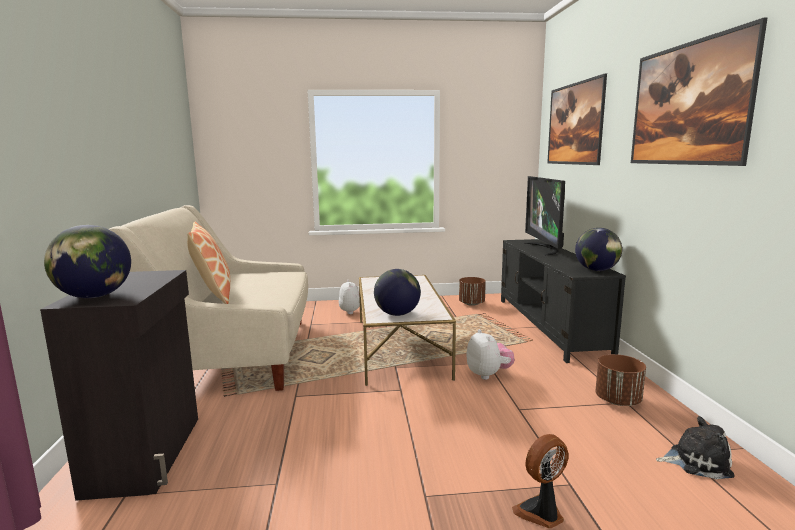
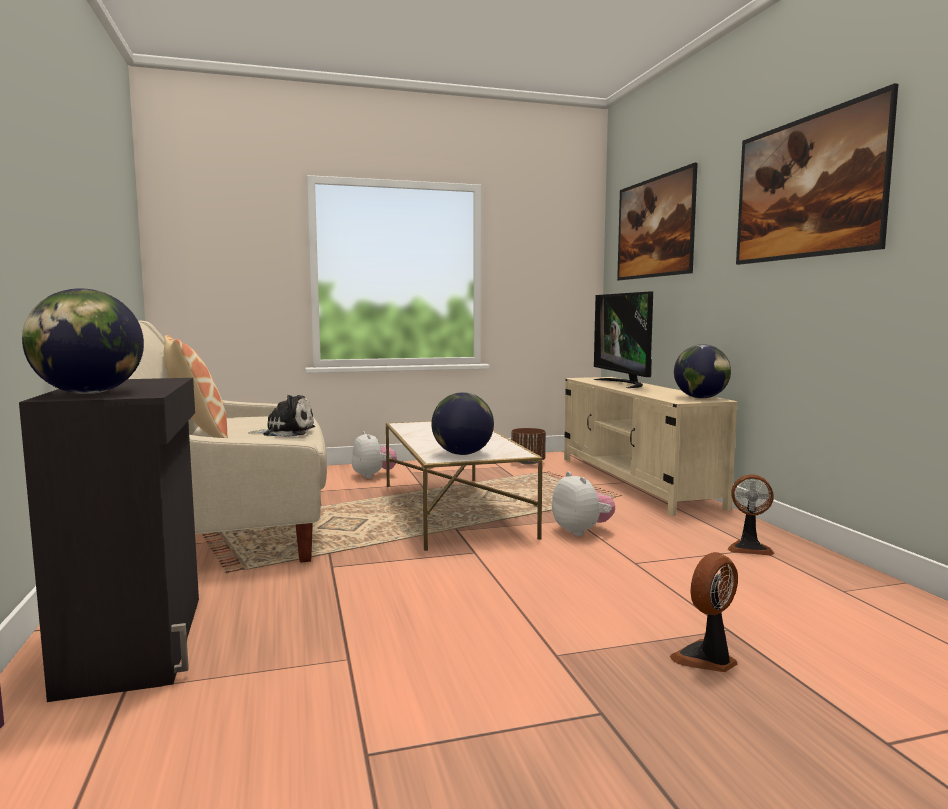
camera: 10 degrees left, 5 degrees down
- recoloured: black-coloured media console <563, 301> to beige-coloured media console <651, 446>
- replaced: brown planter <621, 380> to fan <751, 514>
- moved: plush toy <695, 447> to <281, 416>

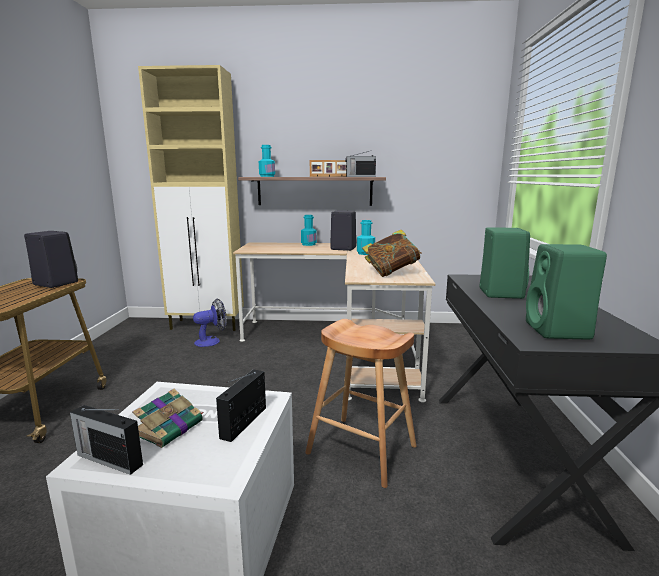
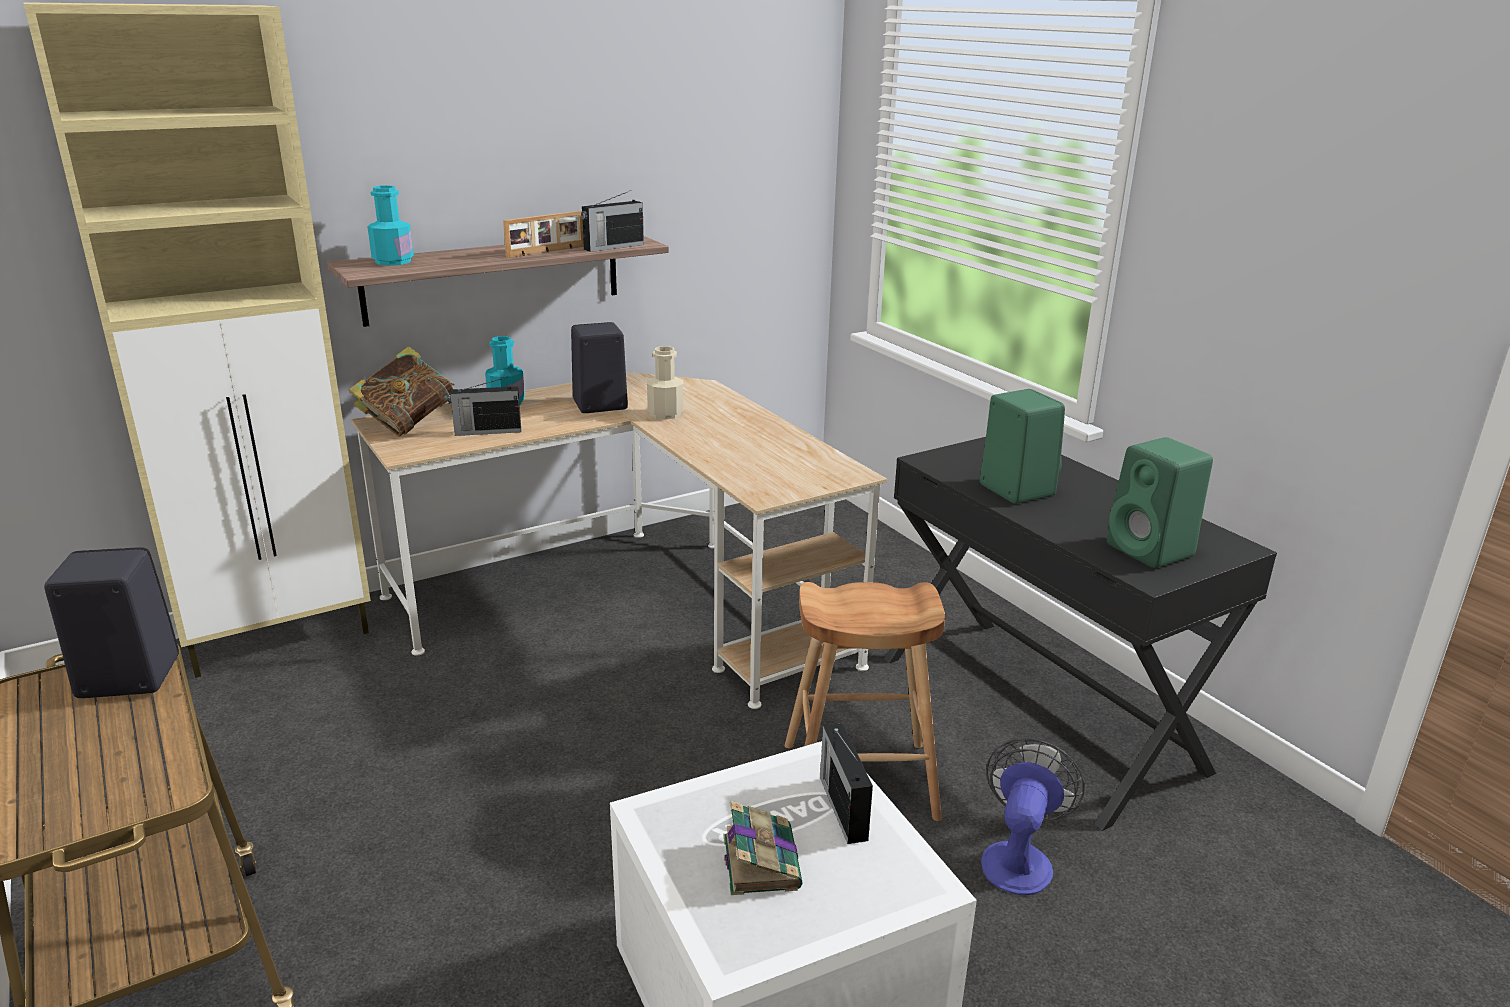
camera: 35 degrees left, 10 degrees up
- moved: radio <106, 440> to <484, 406>
- moved: fan <210, 323> to <1033, 816>
- recoloured: blue-green bottle <366, 237> to beige-coloured bottle <665, 382>
- moved: volume <392, 253> to <402, 391>

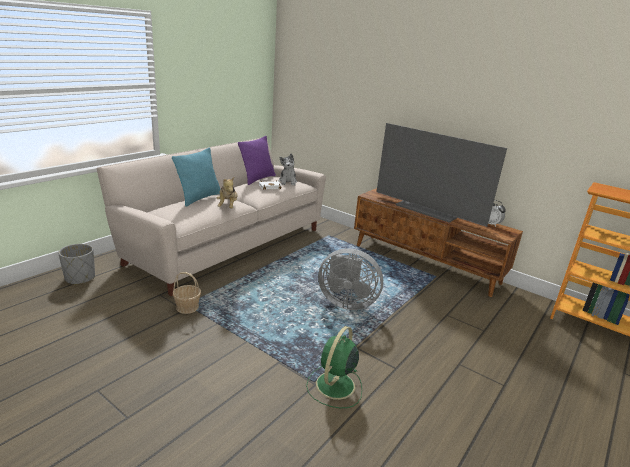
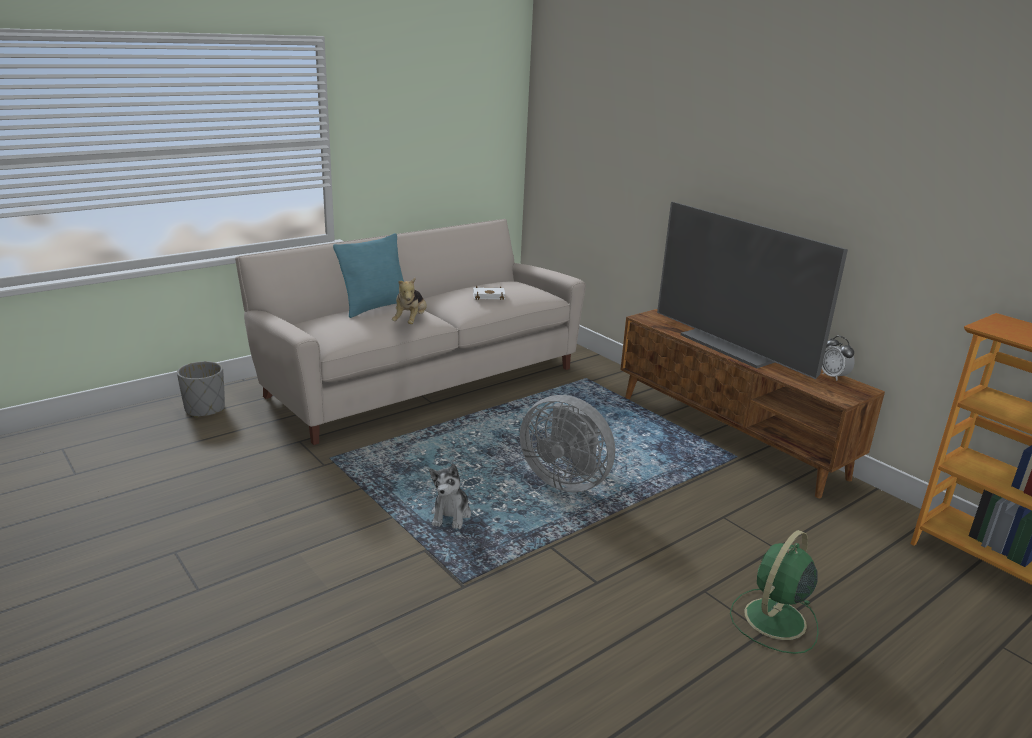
camera: 15 degrees right, 0 degrees up
- removed: household basket <187, 293>
- removed: purplish pillow <257, 160>
- moved: plush toy <287, 169> to <450, 496>
- moved: greenish fan <334, 367> to <774, 592>

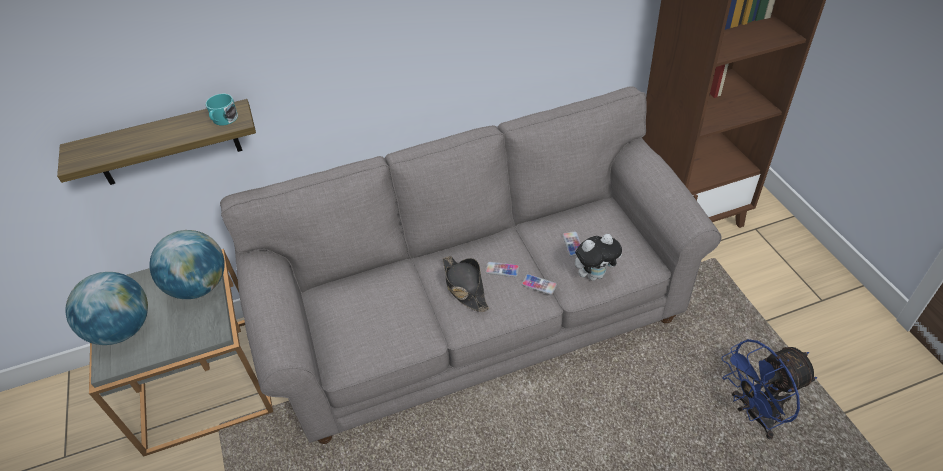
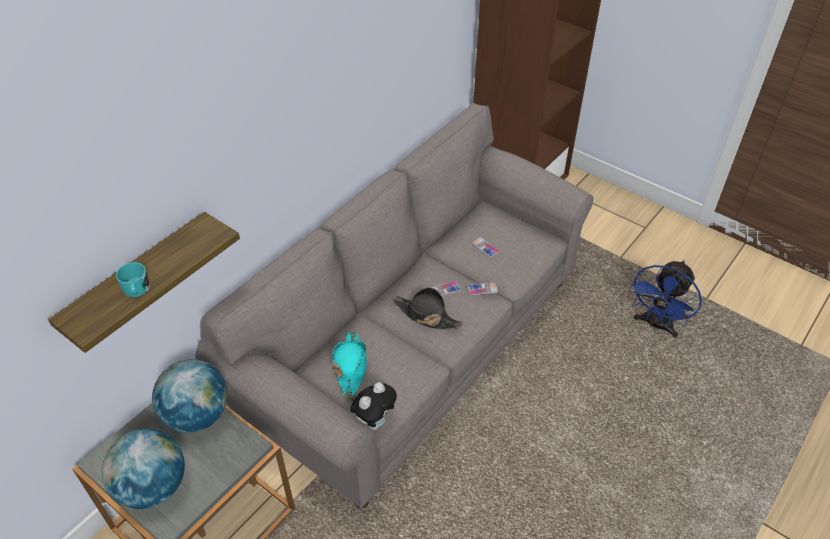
camera: 35 degrees left, 0 degrees up
- moved: blue-green coffee mug <222, 109> to <133, 279>
- moved: plush toy <598, 257> to <373, 406>
- added: blue-green clothing hat <349, 364>

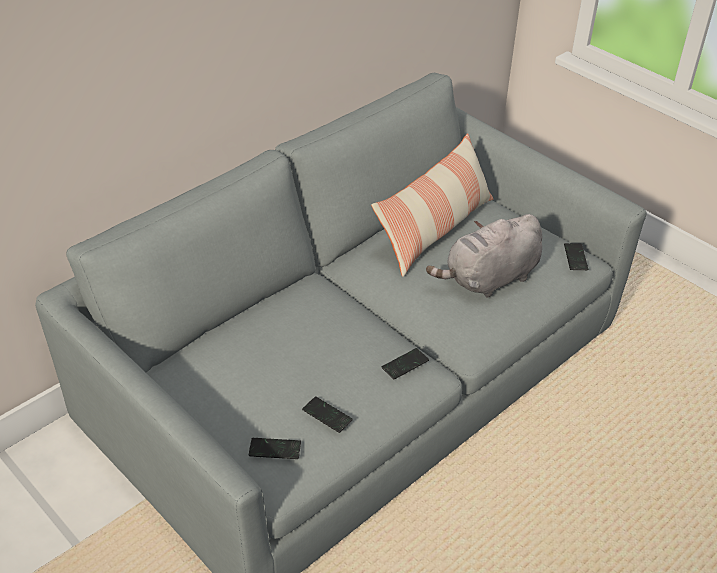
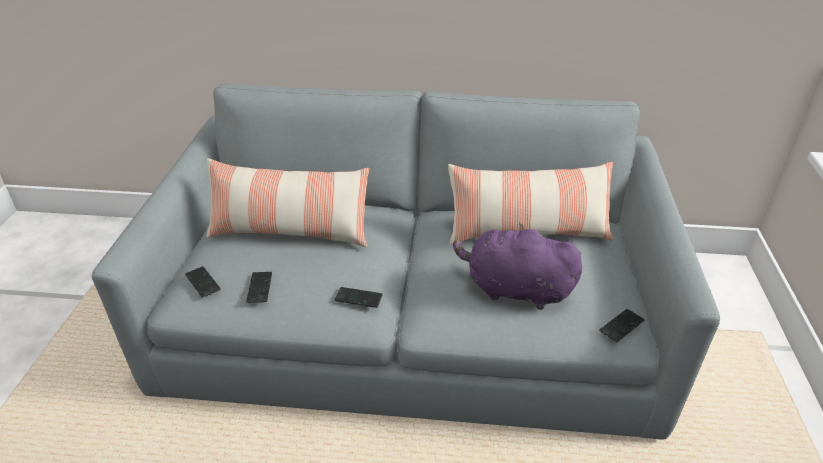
camera: 50 degrees right, 5 degrees down
- recoloured: gray plush toy <484, 256> to purplish plush toy <517, 266>
- added: pillow <287, 202>

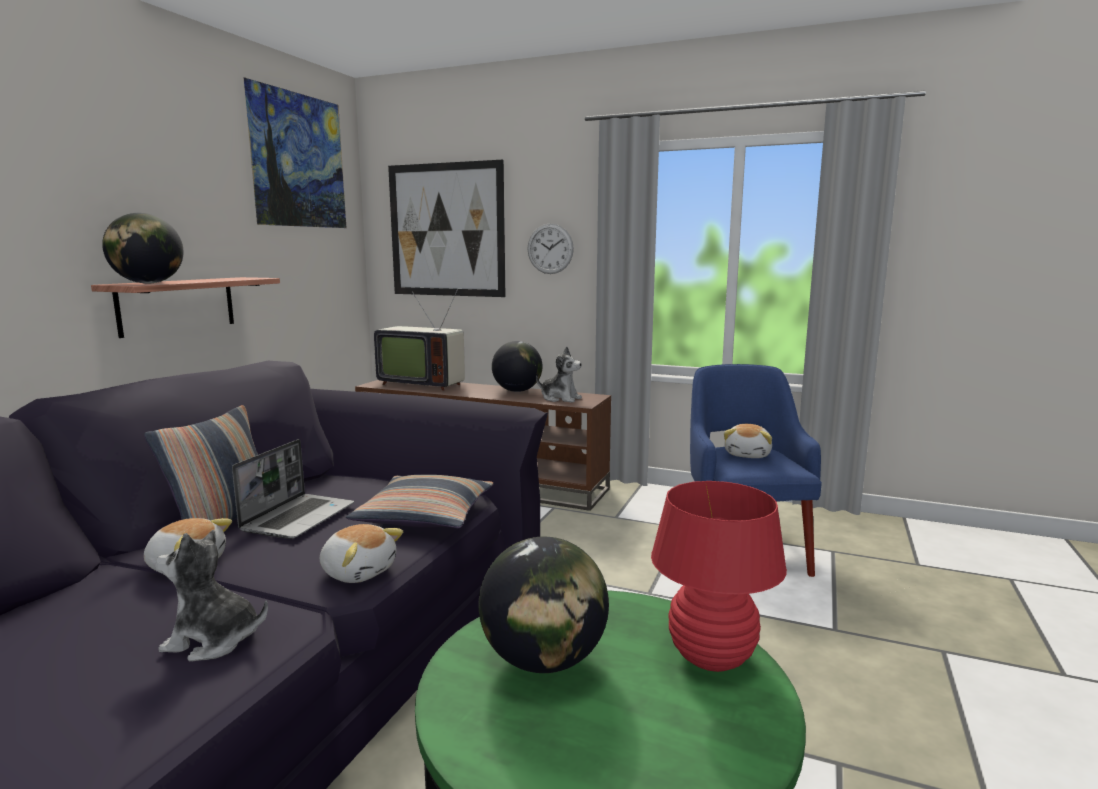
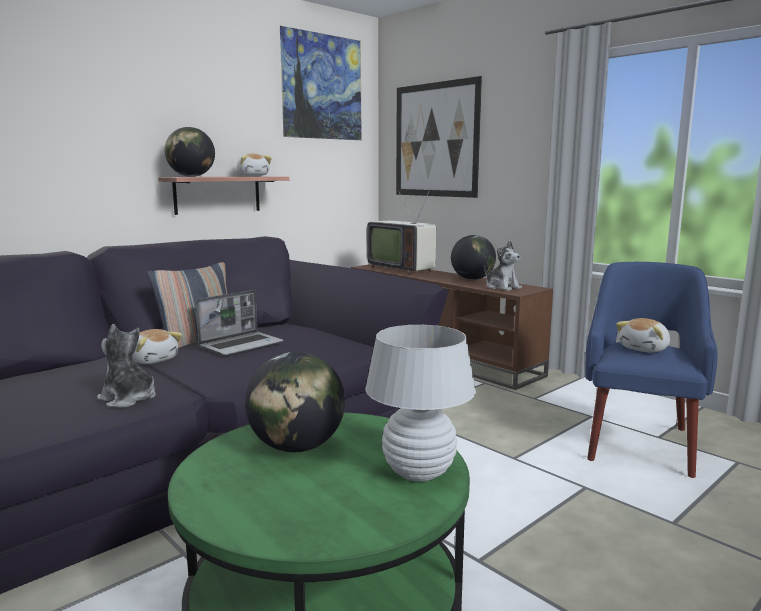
camera: 25 degrees right, 0 degrees up
- moved: plush toy <361, 553> to <254, 164>
- removed: pillow <420, 501>
- removed: clock on the wall <551, 248>
- recoloured: red tabletop lamp <719, 576> to white tabletop lamp <420, 403>

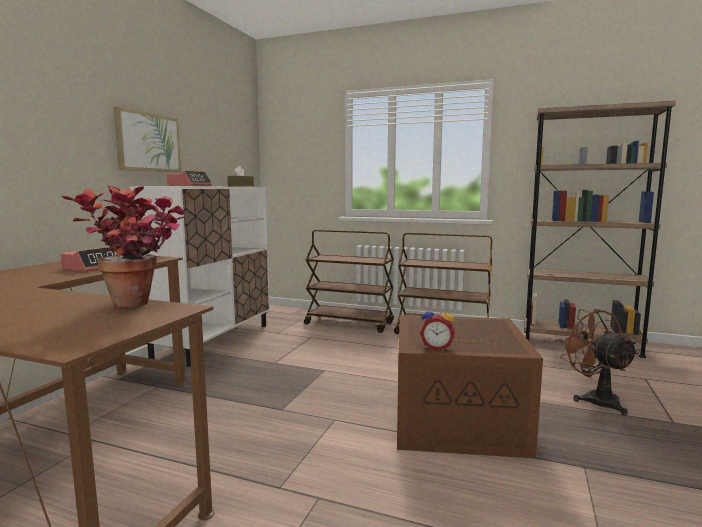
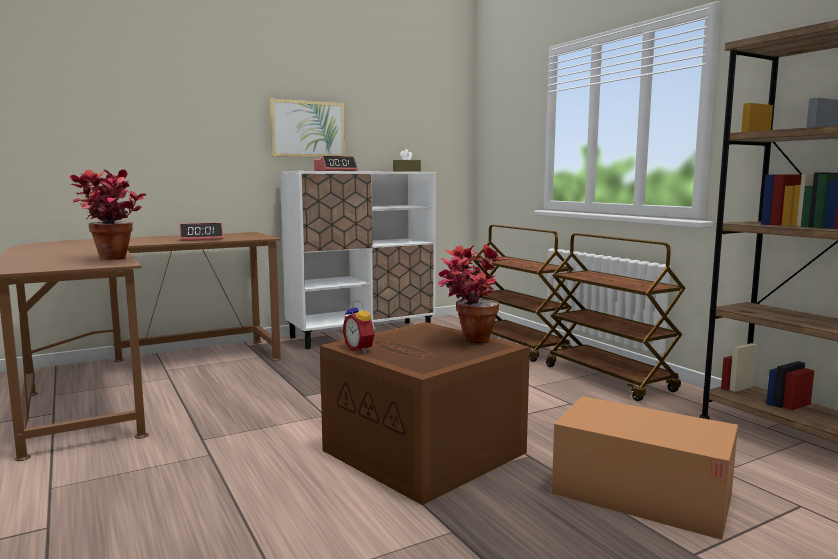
camera: 40 degrees right, 0 degrees up
- replaced: brown fan <598, 362> to cardboard box <645, 468>
- added: potted plant <472, 294>

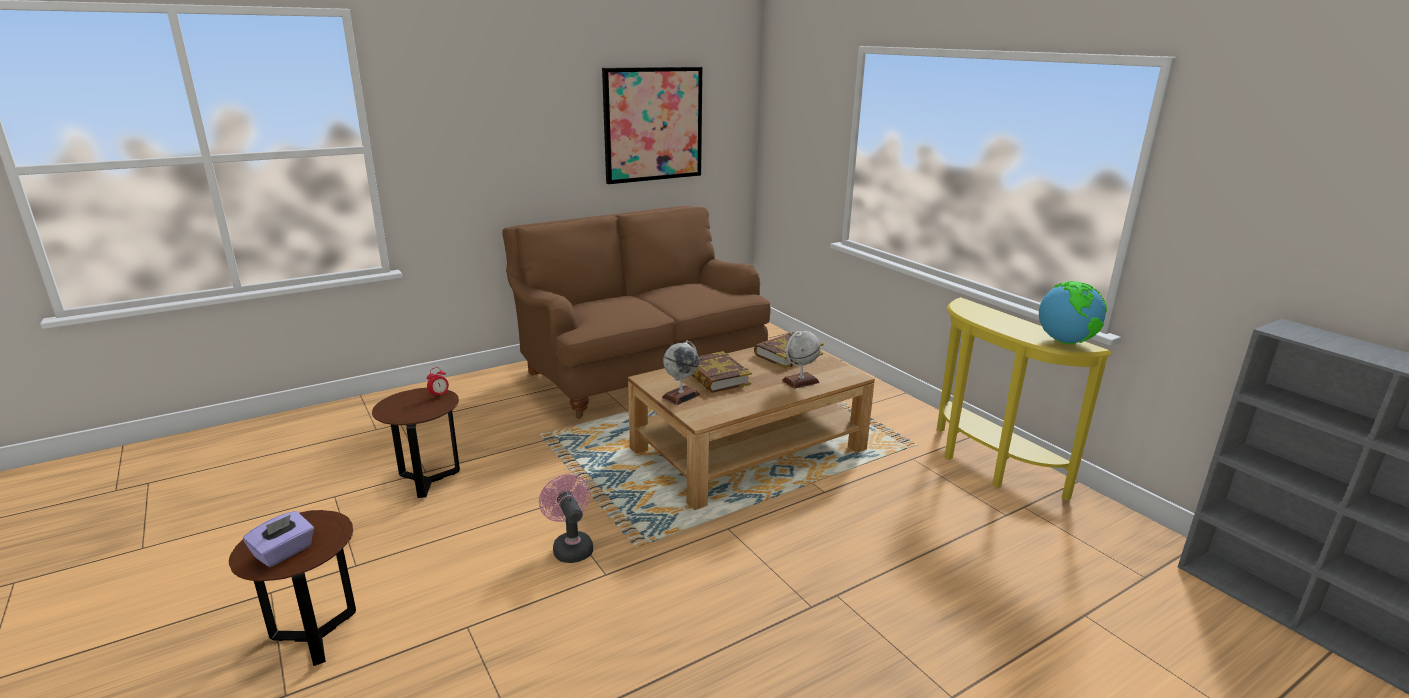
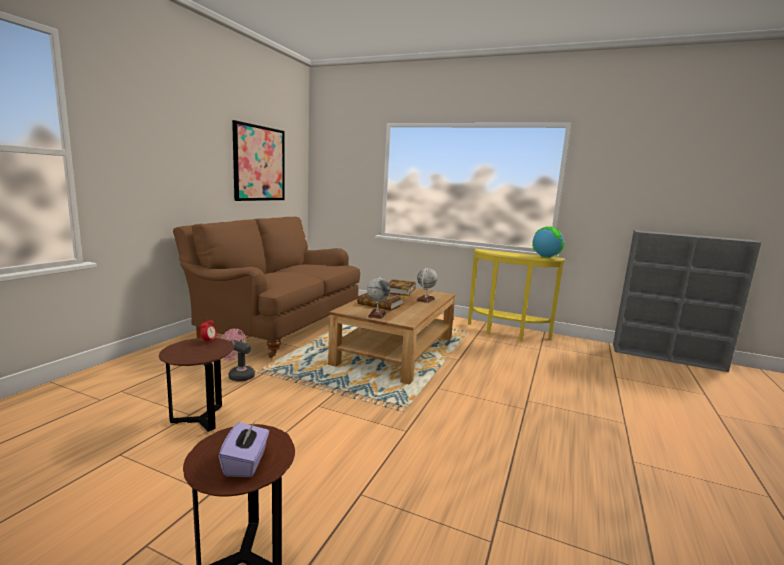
camera: 35 degrees left, 10 degrees down
- moved: pink fan <566, 518> to <238, 355>

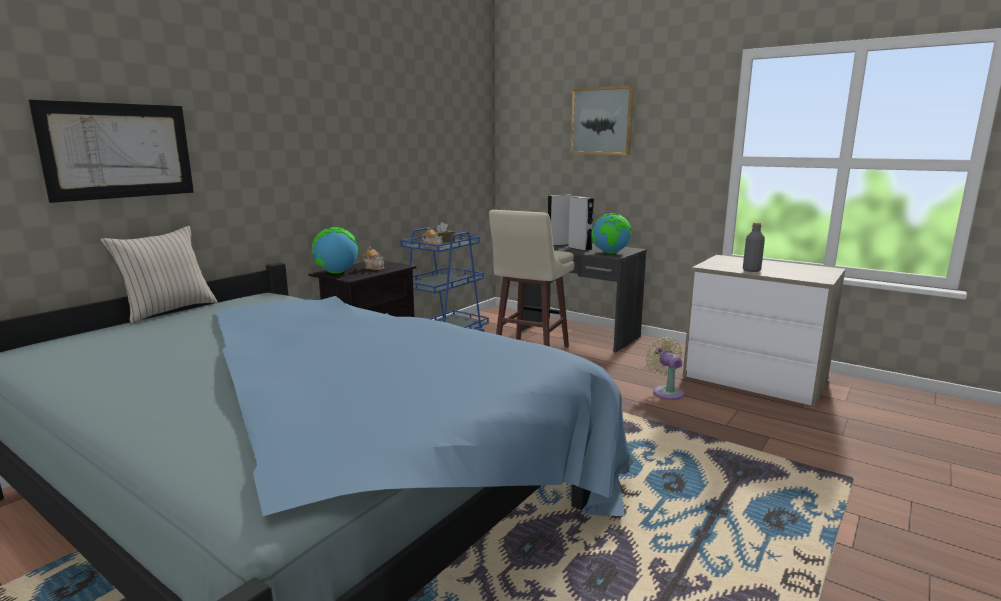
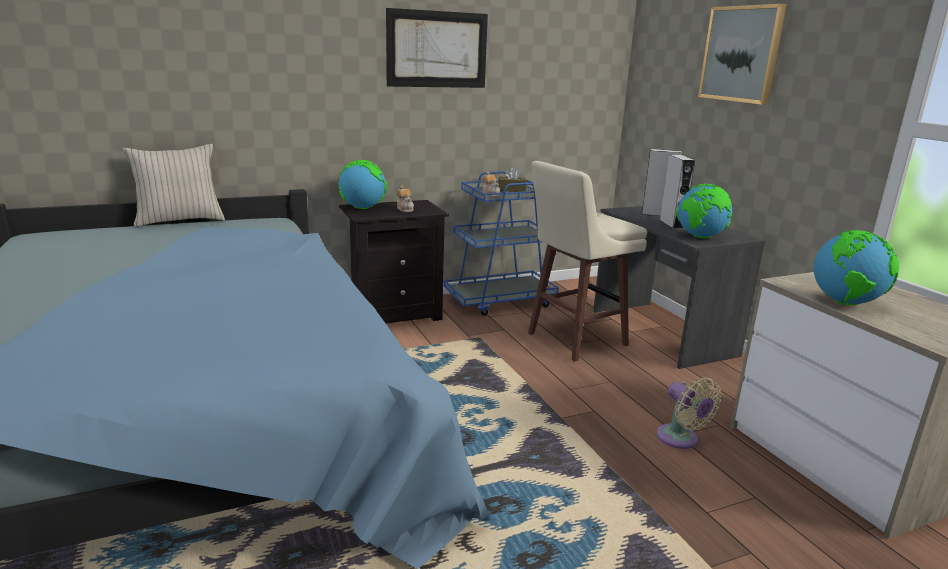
camera: 30 degrees right, 5 degrees up
- moved: wall picture <111, 151> to <437, 48>
- turned: beige-coloured fan <664, 368> = <689, 413> 135 degrees clockwise
- replaced: gray bottle <754, 247> to world globe <856, 267>

